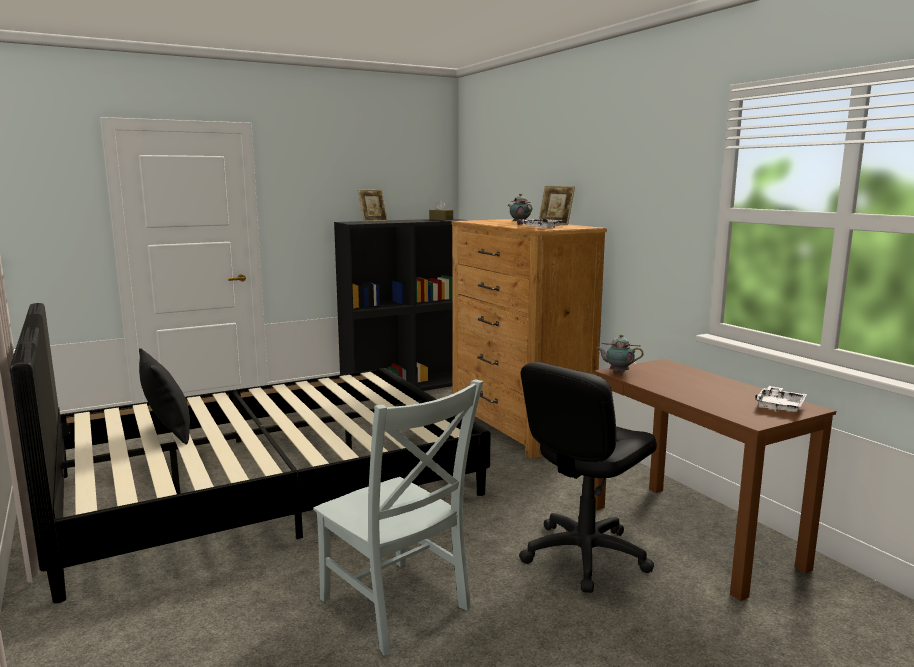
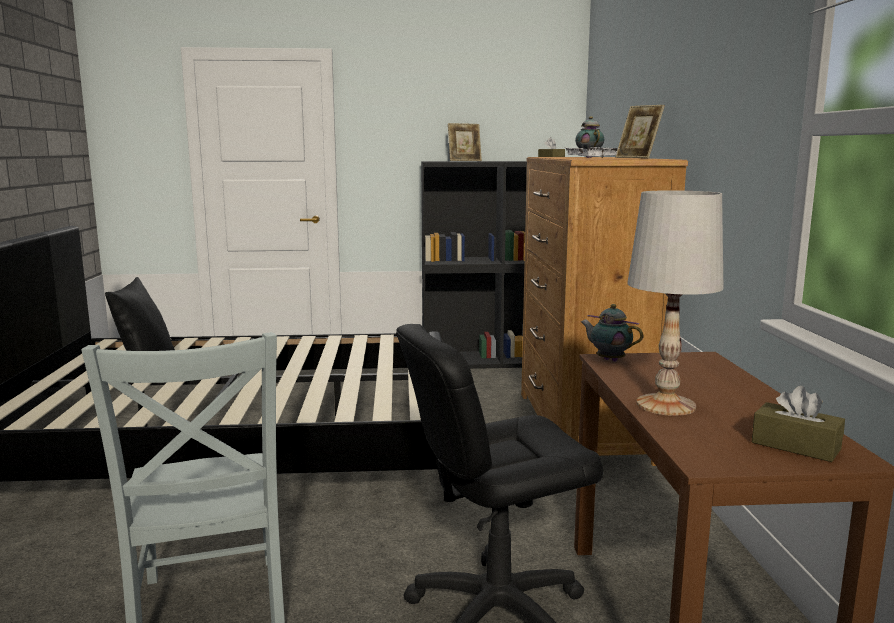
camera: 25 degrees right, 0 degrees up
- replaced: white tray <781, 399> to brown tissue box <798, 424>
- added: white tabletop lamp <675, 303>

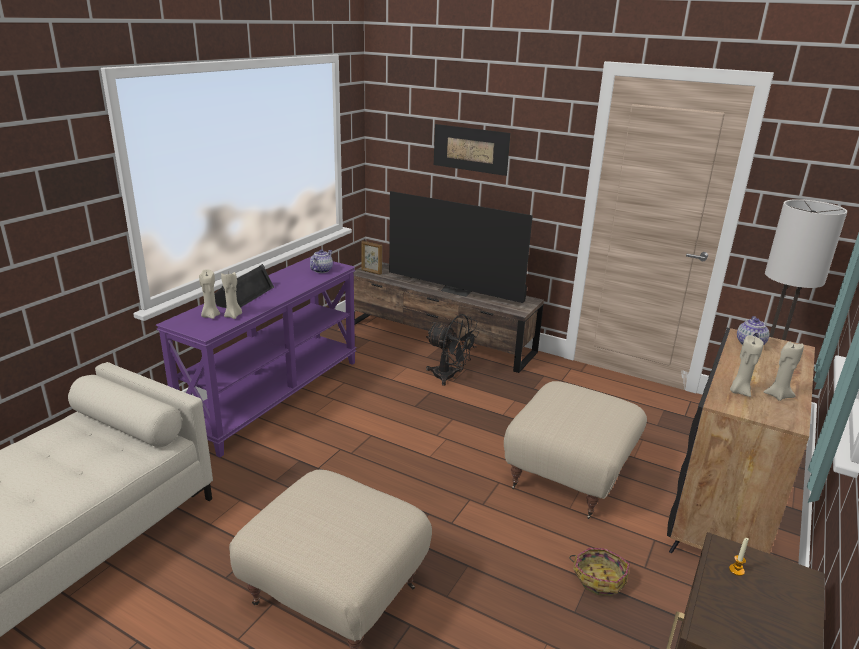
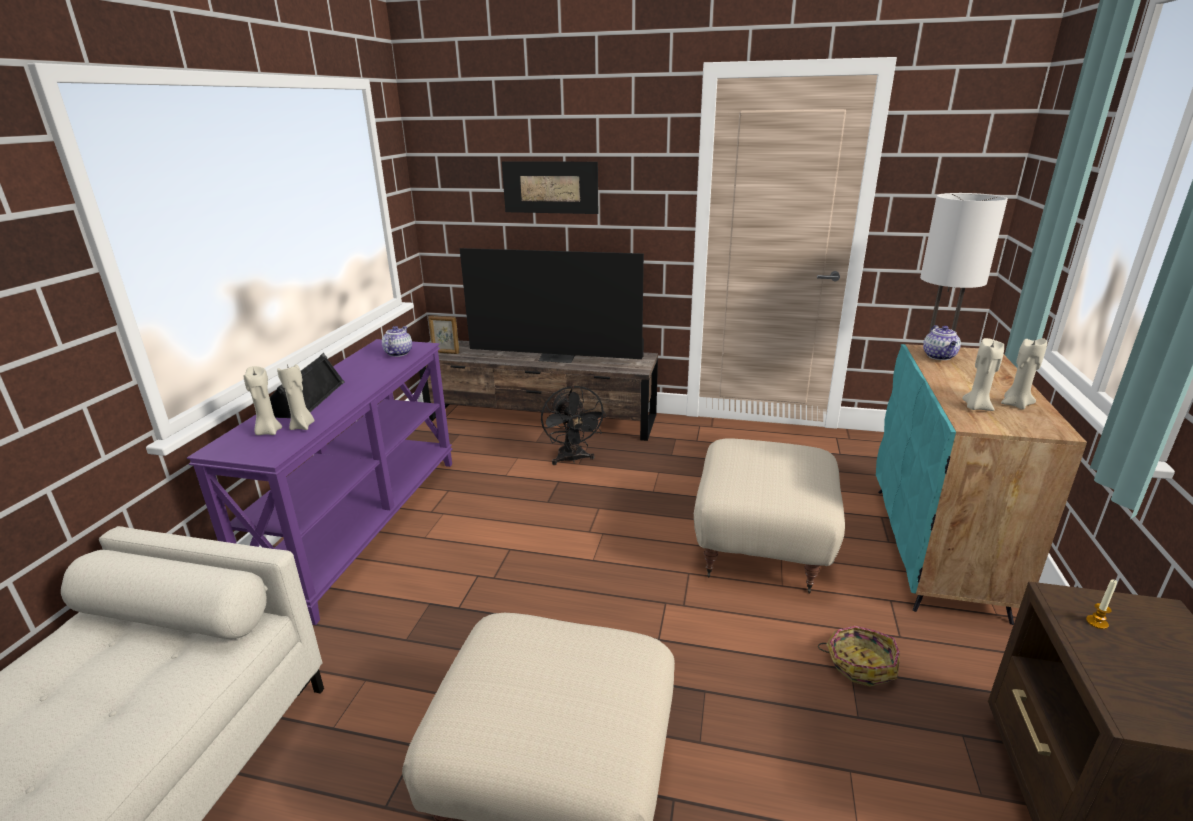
camera: 15 degrees left, 0 degrees up
- turned: black-coloured fan <452, 350> = <574, 425> 60 degrees clockwise
- recoloured: black-coloured cupboard <741, 440> to blue-green cupboard <981, 484>

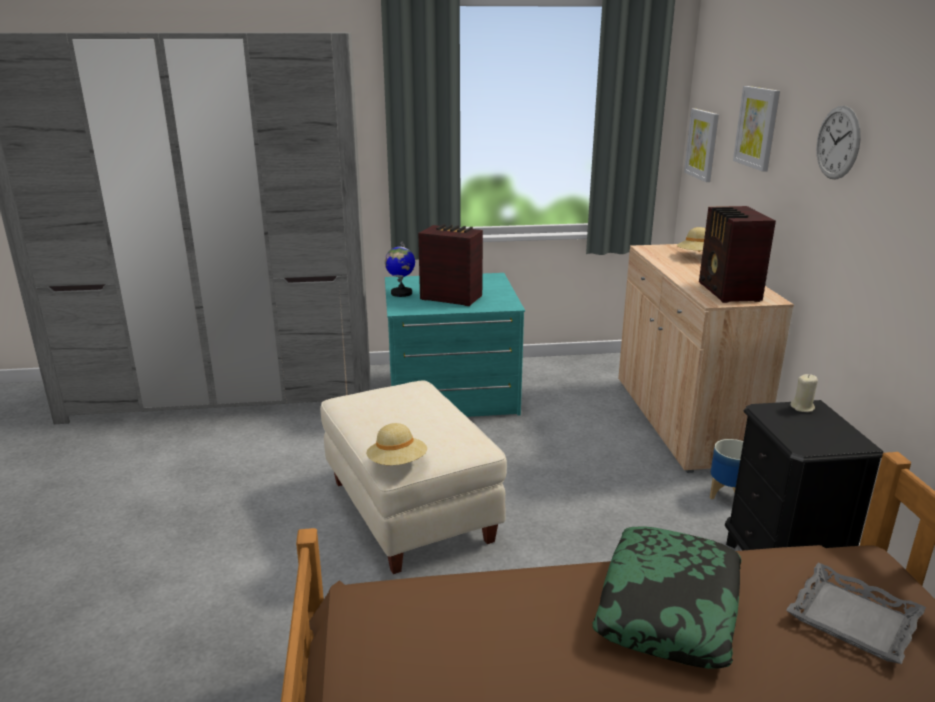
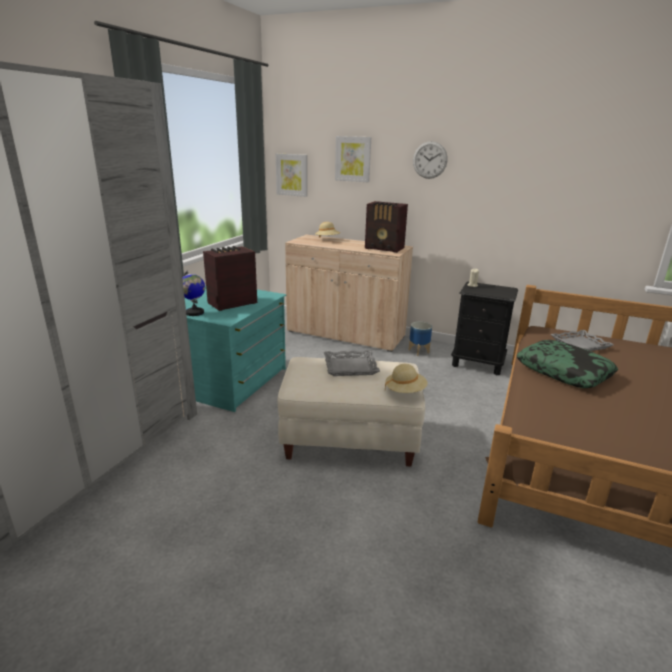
camera: 60 degrees left, 0 degrees up
- added: gray tray <352, 363>

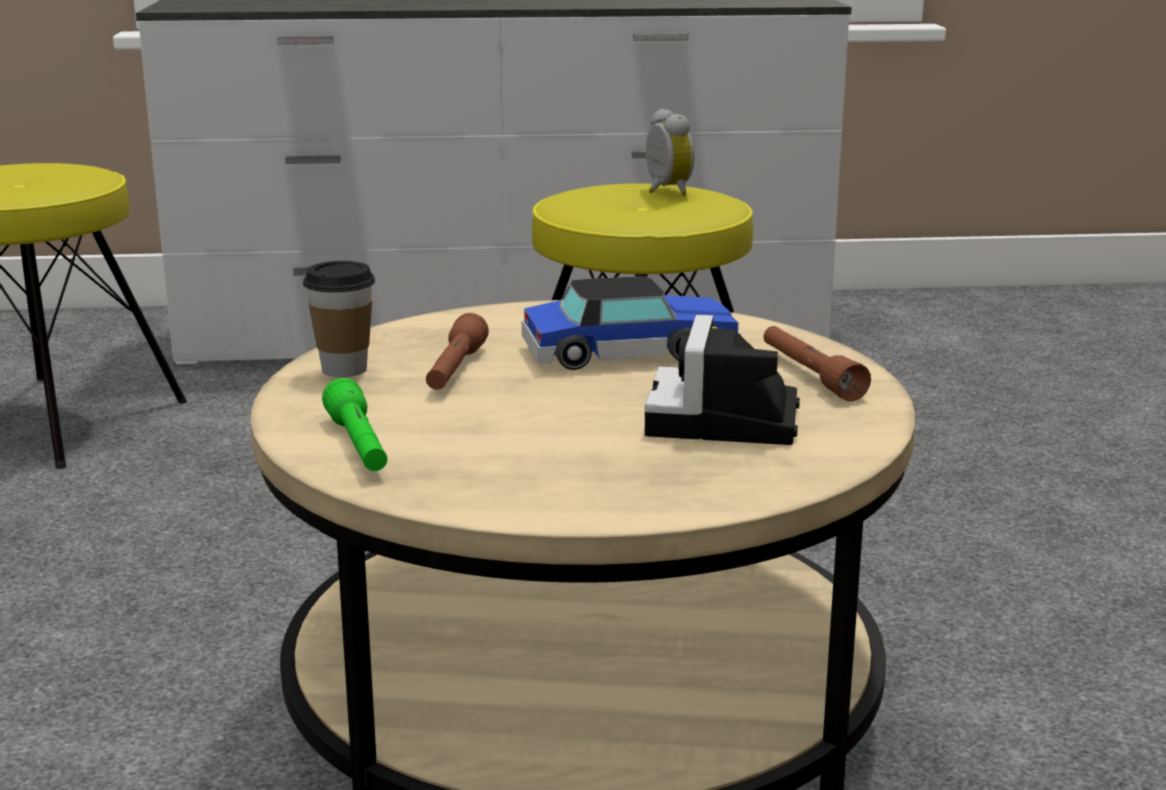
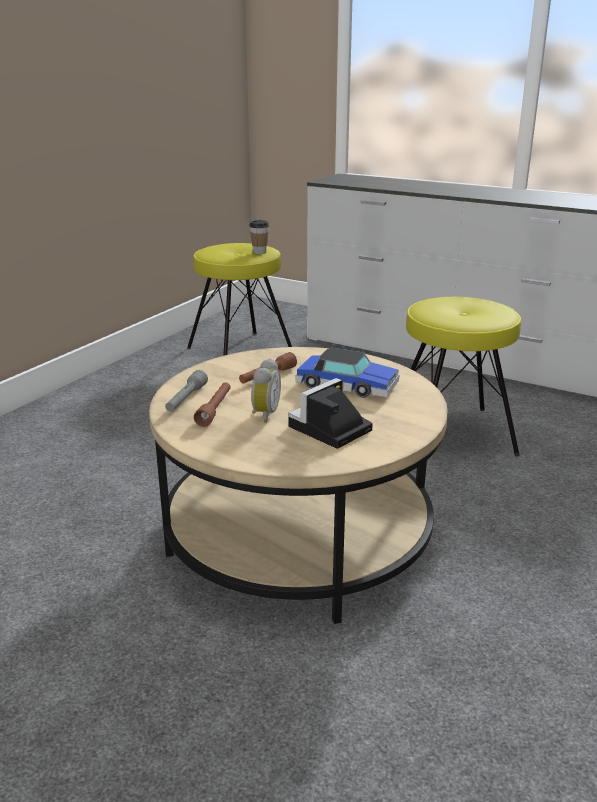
camera: 35 degrees right, 5 degrees up
- moved: drinking cup <339, 319> to <259, 237>
- recoloured: greenish hand torch <354, 424> to gray hand torch <186, 391>
- moved: table clock <670, 152> to <266, 391>
- moved: brown hand torch <817, 363> to <212, 404>

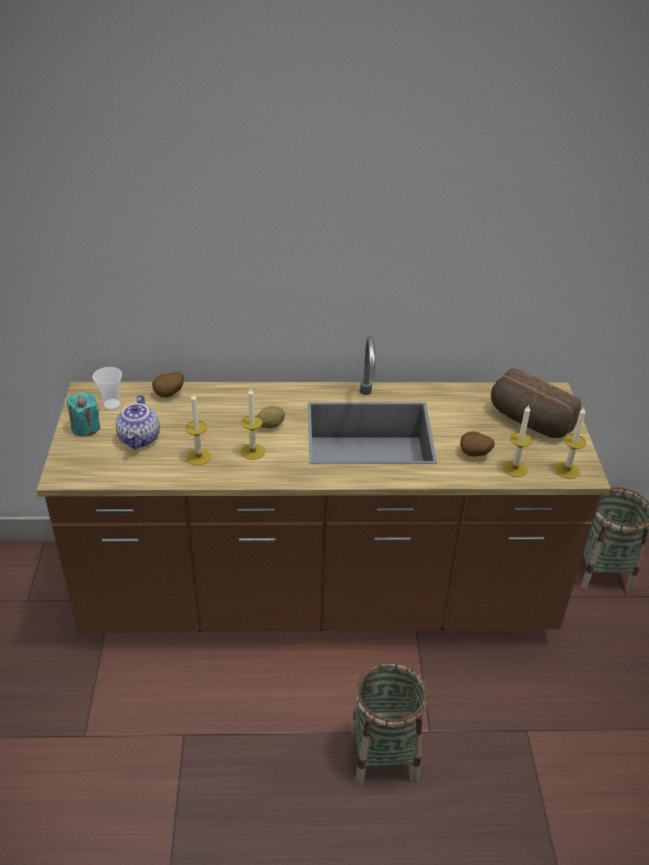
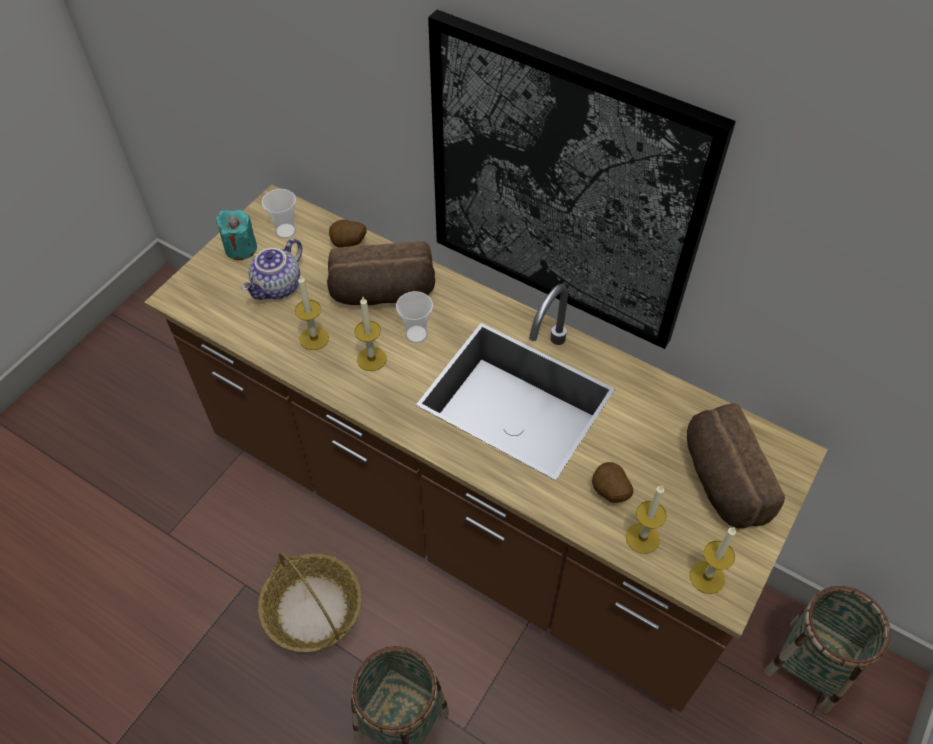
camera: 35 degrees right, 15 degrees up
- replaced: spud <271, 417> to drinking cup <414, 317>
- added: household basket <310, 602>
- added: bread <381, 273>
- added: wall picture <582, 179>

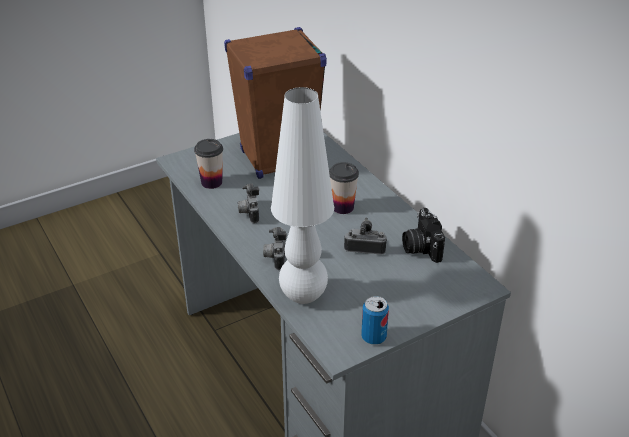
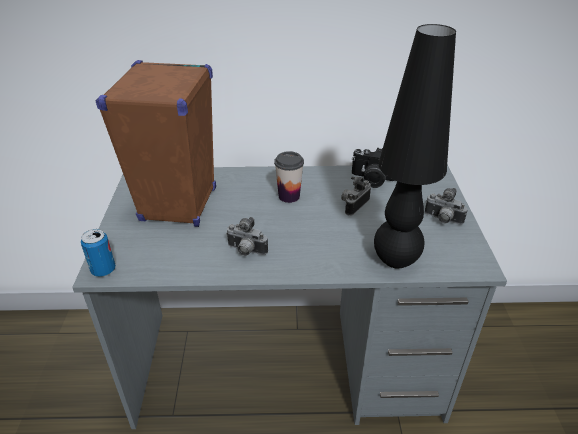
camera: 60 degrees left, 0 degrees up
- removed: drinking cup <208, 164>
- moved: still camera <275, 248> to <446, 206>
- recoloured: white tabletop lamp <302, 195> to black-coloured tabletop lamp <415, 146>
- moved: sealed can <375, 320> to <98, 253>

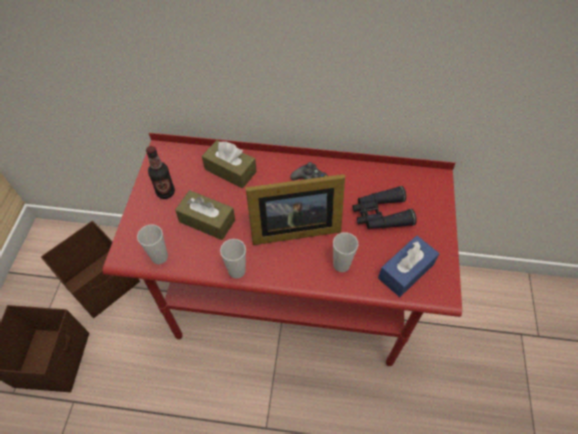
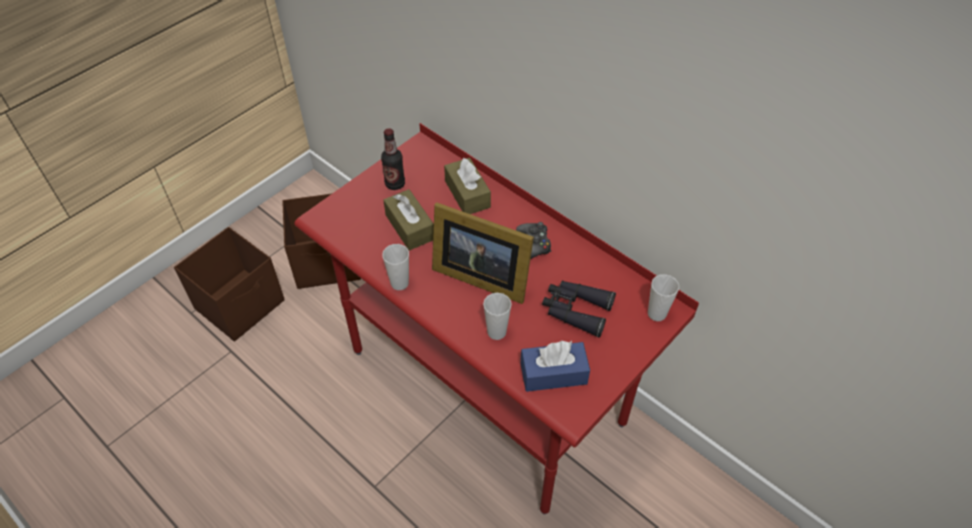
camera: 35 degrees right, 5 degrees down
- moved: drinking cup <152, 244> to <663, 297>

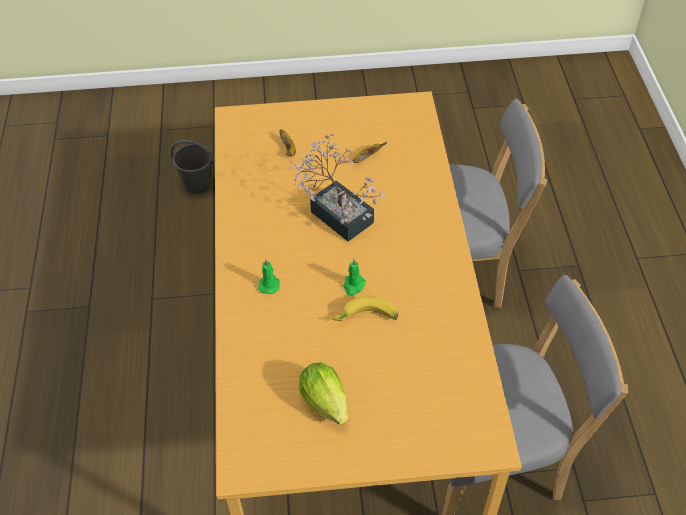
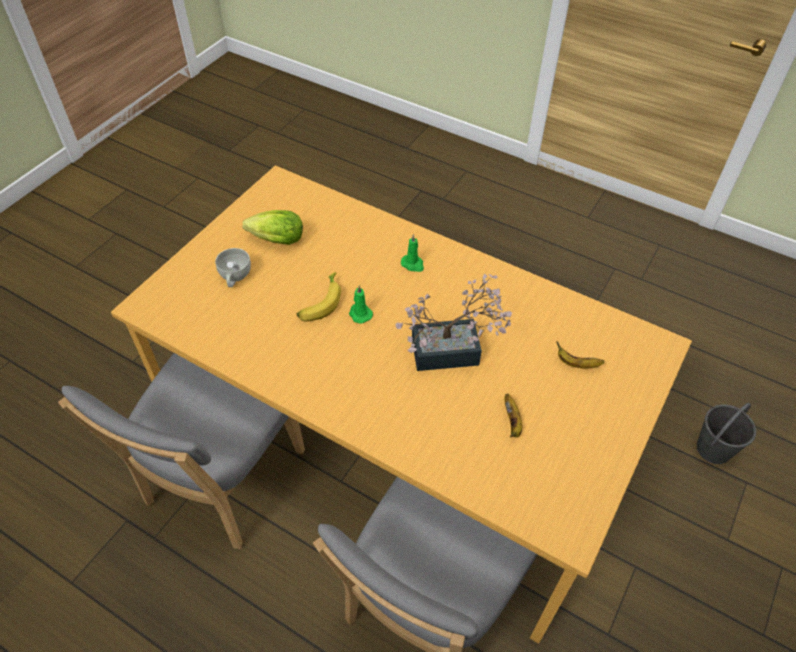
camera: 125 degrees right, 0 degrees up
- added: white drinking cup <233, 267>

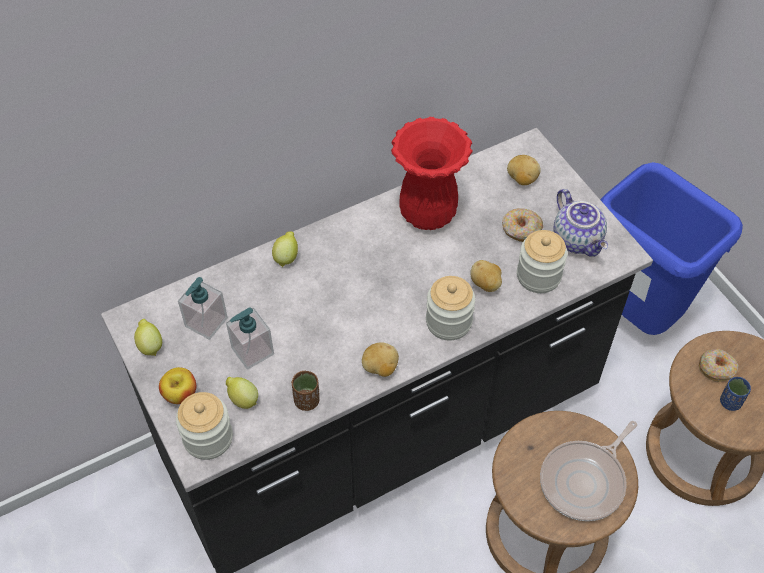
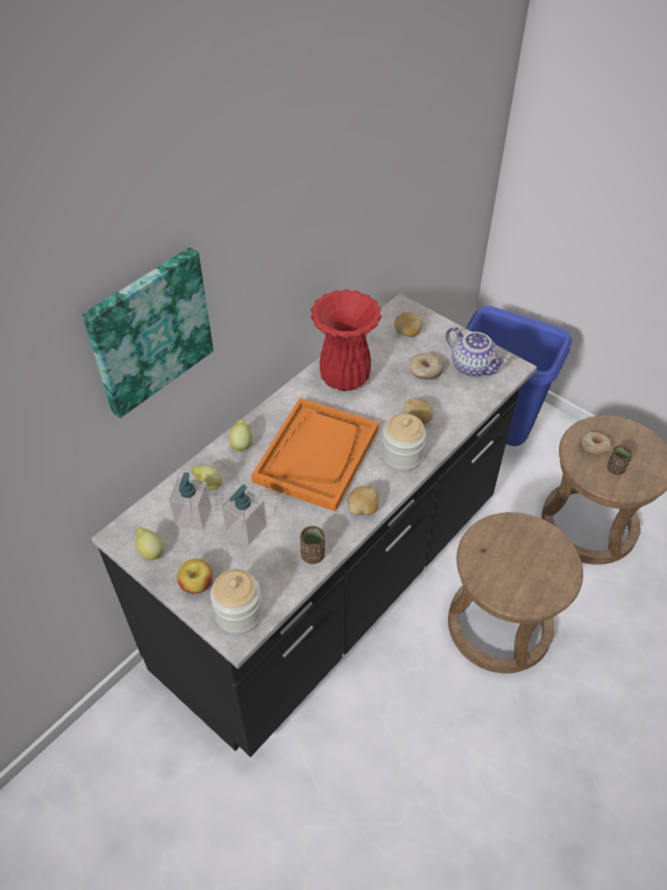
camera: 20 degrees left, 5 degrees down
- moved: citrus fruit <242, 393> to <207, 477>
- removed: storage jar <542, 261>
- removed: frying pan <588, 471>
- recoloured: blue drinking cup <735, 394> to brown drinking cup <619, 460>
- added: wall picture <148, 332>
- added: orange tray <315, 455>

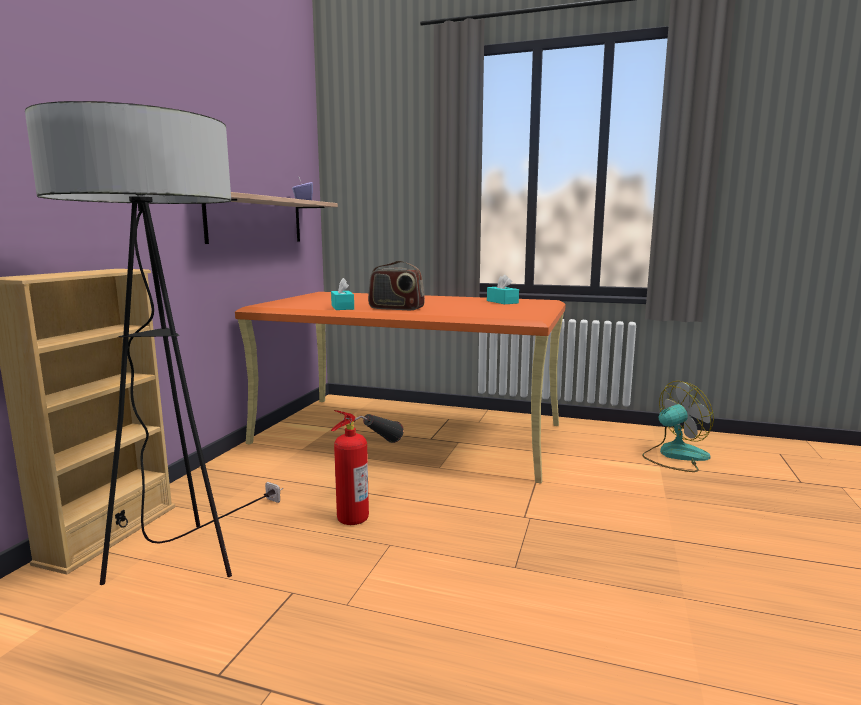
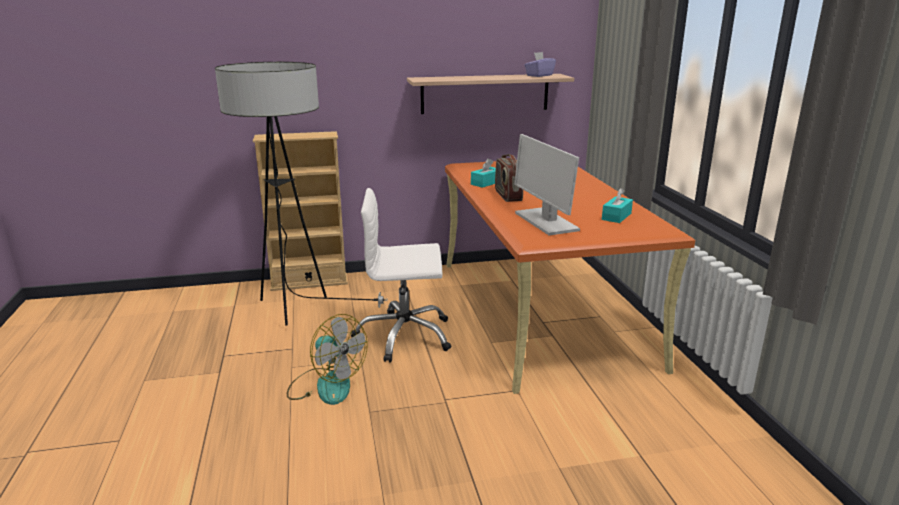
camera: 60 degrees right, 10 degrees up
- replaced: extinguisher <367, 467> to white office chair <401, 275>
- moved: fan <678, 426> to <327, 359>
- added: computer display <547, 185>

